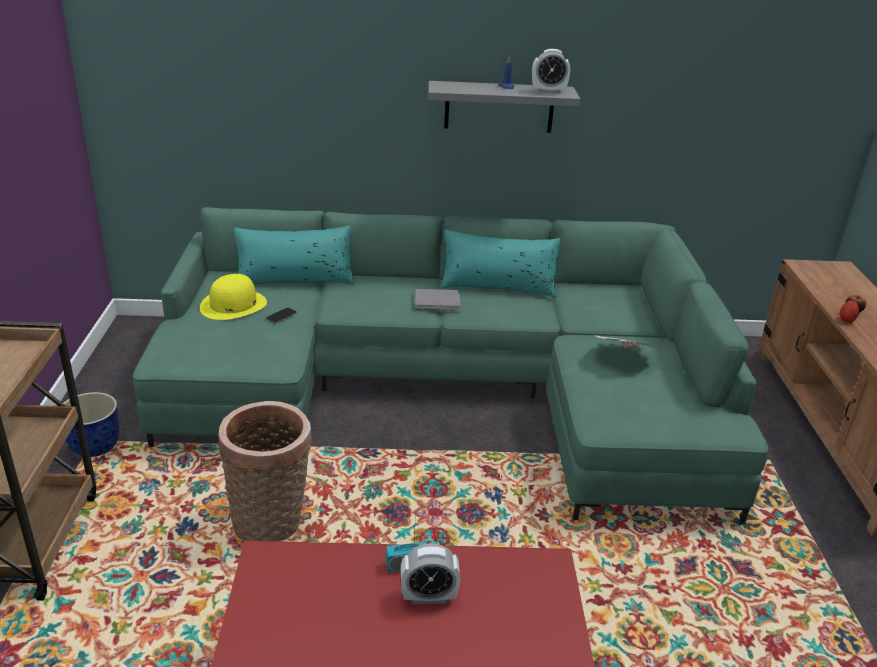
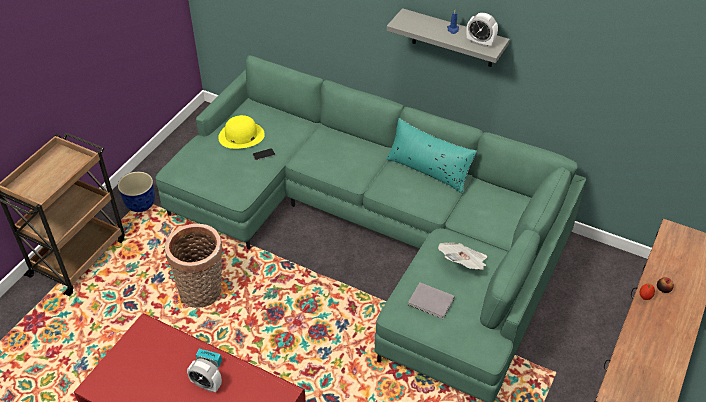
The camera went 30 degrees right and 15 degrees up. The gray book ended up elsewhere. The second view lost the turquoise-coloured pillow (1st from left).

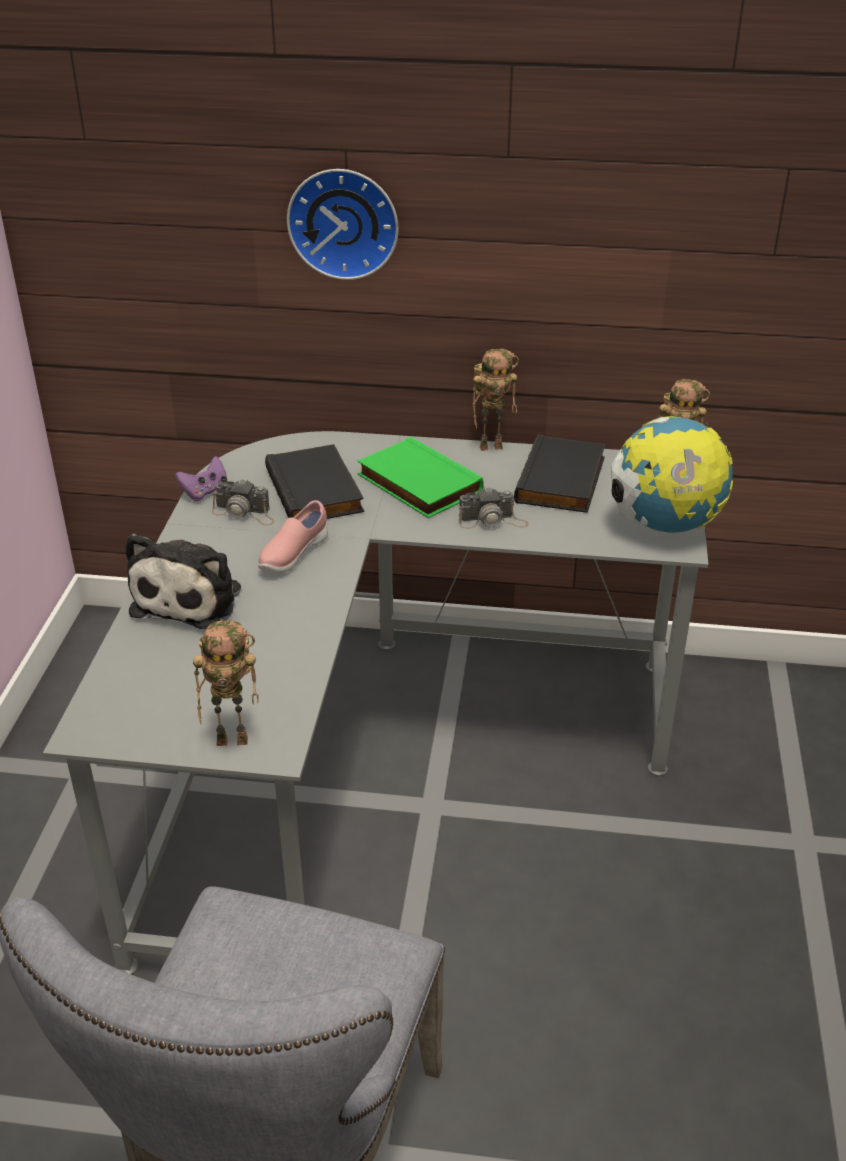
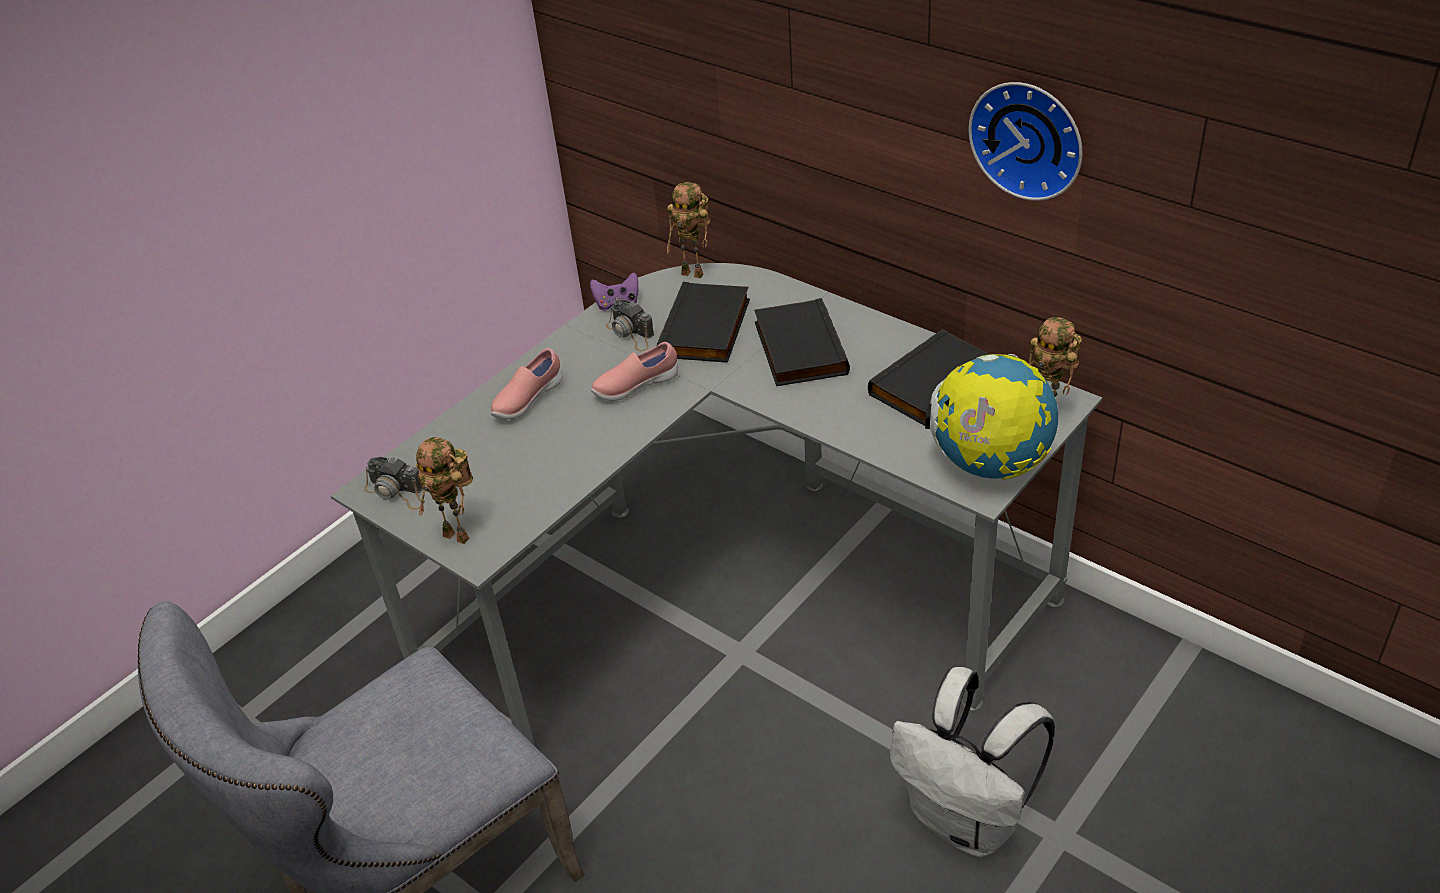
The camera went 35 degrees right and 5 degrees up. The photo camera (2nd from left in the first image) ended up elsewhere. Where the cuddly toy stood, the pink-coloured shoe (1st from left) came to stand. The model robot (2nd from left) ended up elsewhere. What was the green book turned into the blackish book (2nd from left). The second view gained the white backpack. The clock on the wall ended up elsewhere.

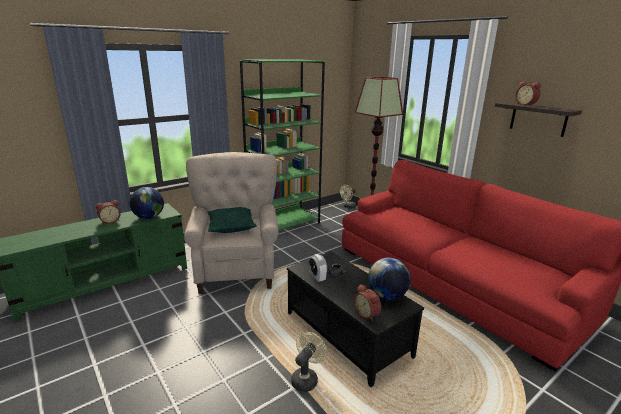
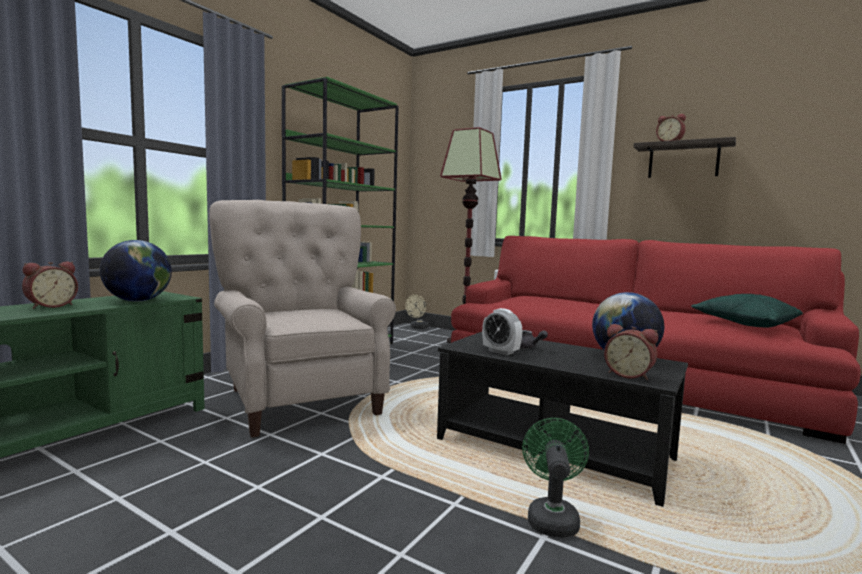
The camera went 20 degrees left and 15 degrees down. What was the beige-coloured fan (1st from left) turned into the green fan. The green pillow ended up elsewhere.

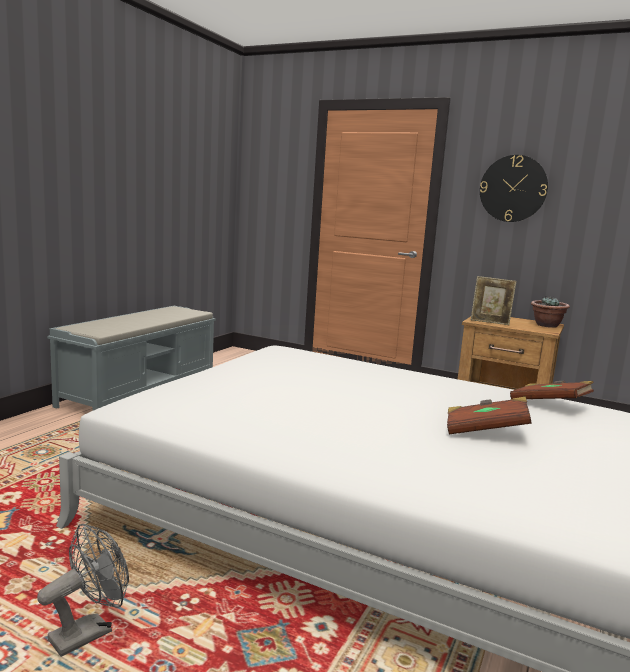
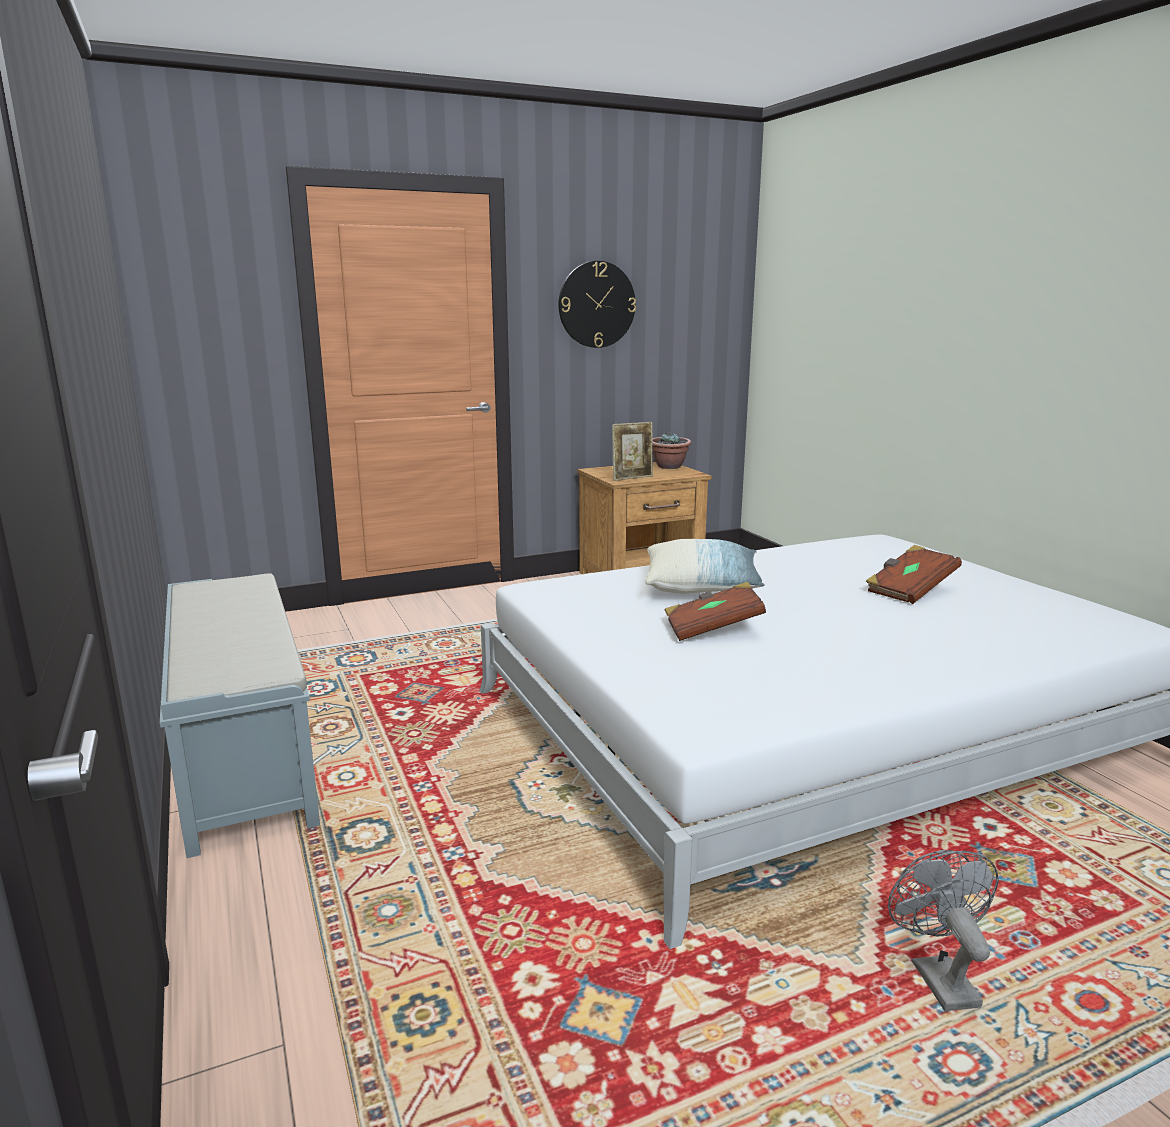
The camera went 50 degrees left and 5 degrees up. The second view gained the pillow. The brown book (2nd from left in the first image) ended up elsewhere.

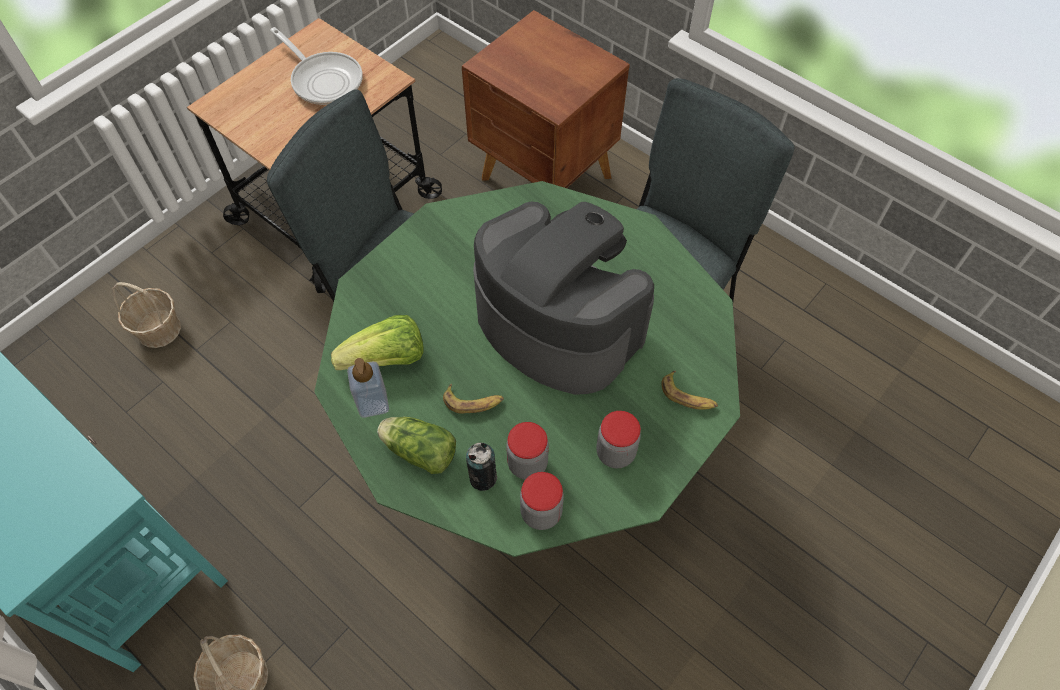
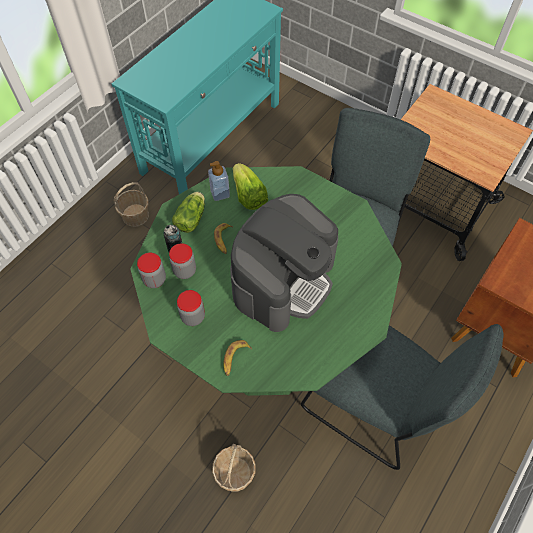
The camera went 85 degrees right and 0 degrees up. The basket (1st from left in the first image) ended up elsewhere. The second view lost the pan.

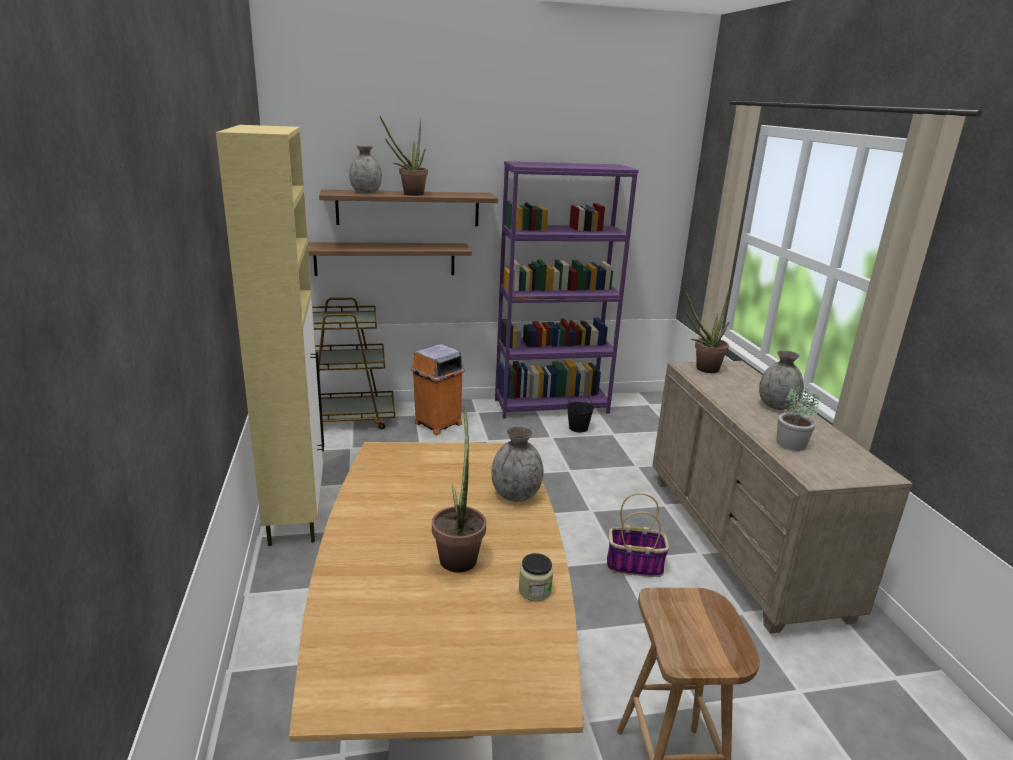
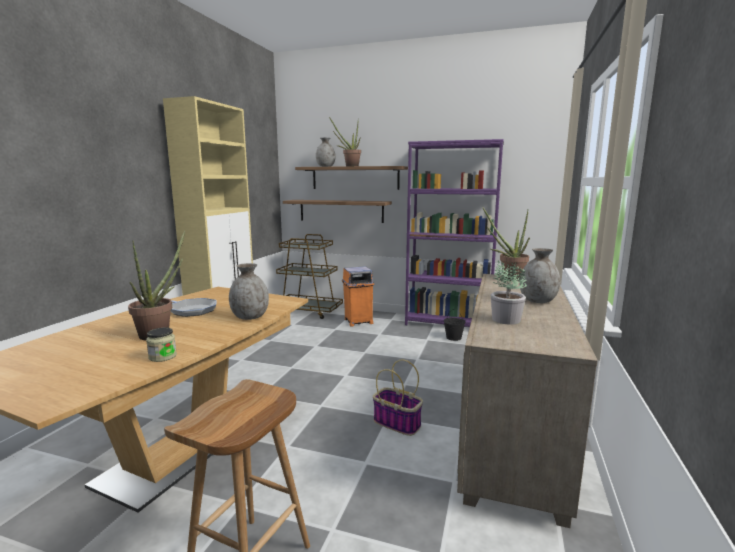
The camera went 30 degrees right and 10 degrees down. The second view gained the pan.

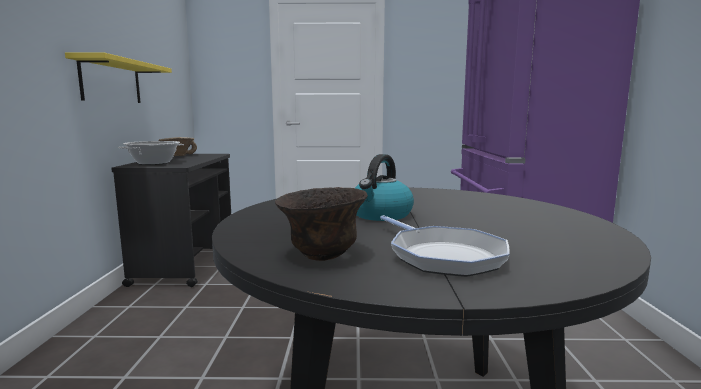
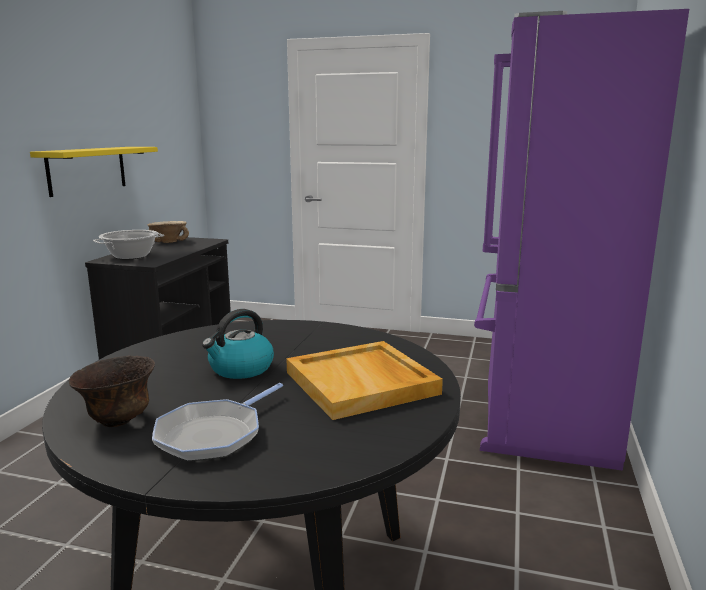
The camera went 15 degrees right and 5 degrees up. The pan ended up facing another way, 45 degrees clockwise from before. The second view gained the beige-coloured carrying tray.

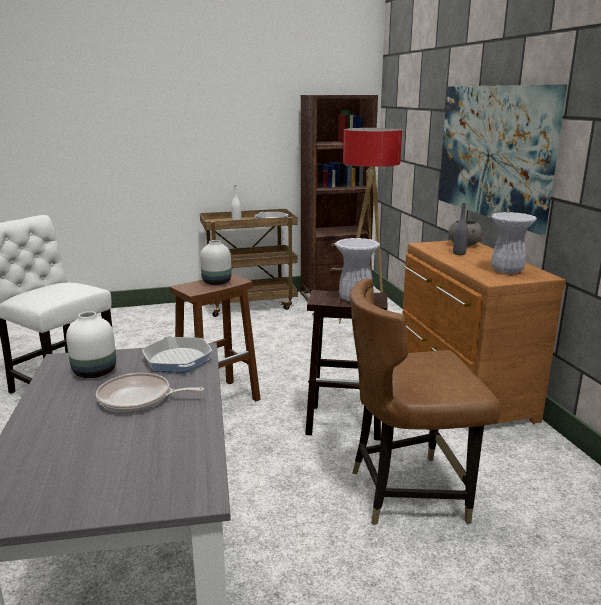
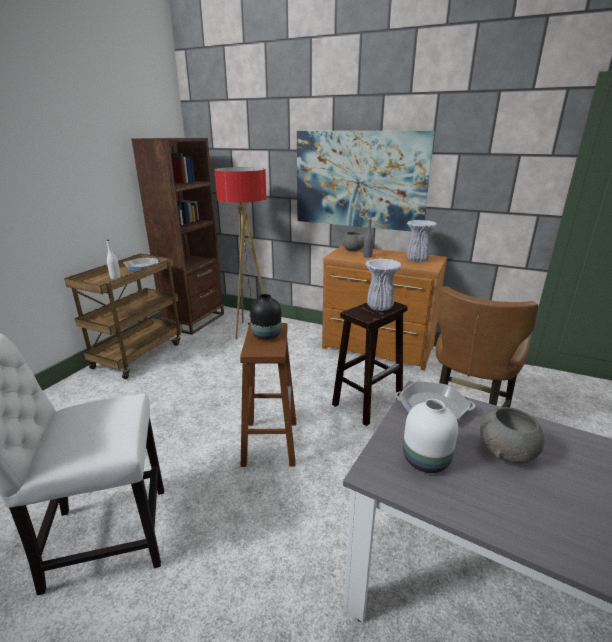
The camera went 50 degrees left and 5 degrees up. What was the white decorative vase (2nd from left) turned into the blackish decorative vase. Where the pan (1st from left) stood, the gray deep dish (2nd from left) came to stand.

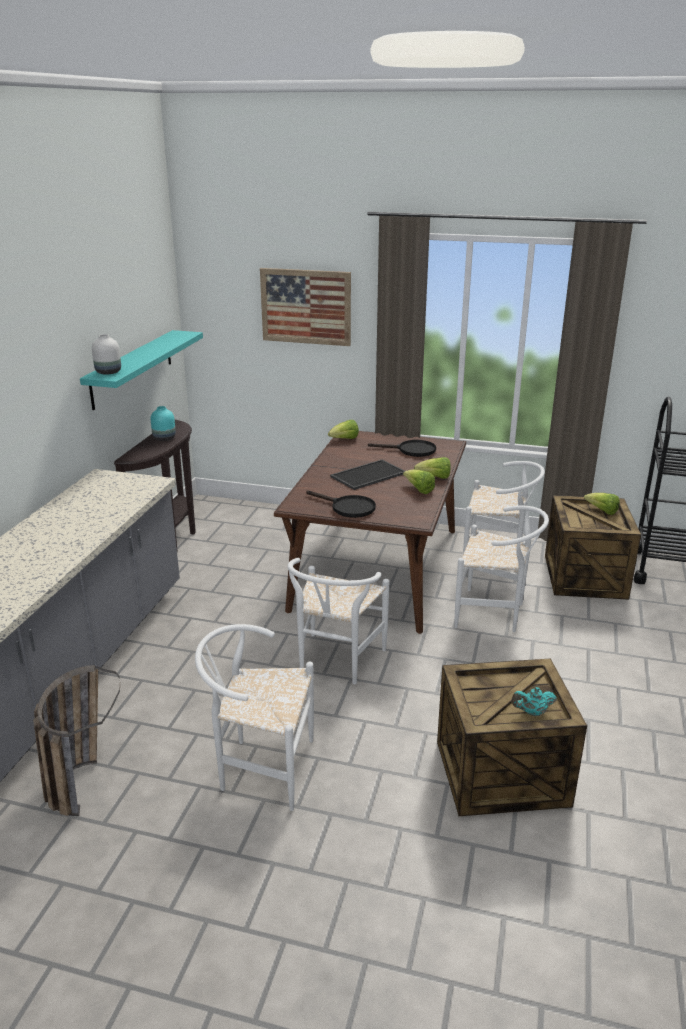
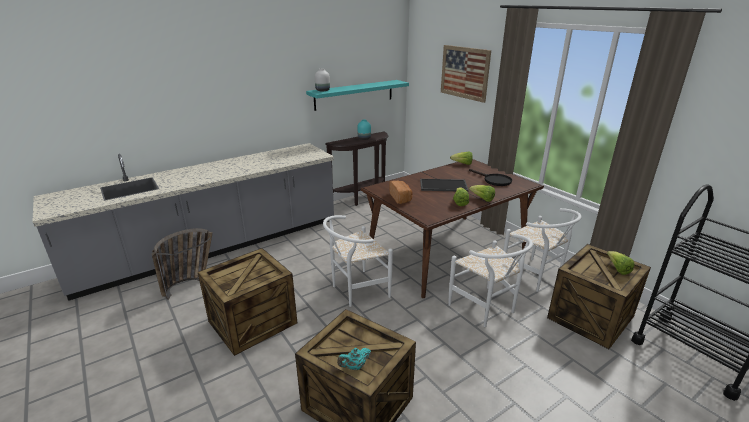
The camera went 40 degrees right and 0 degrees up. Where the white upright chair (1st from left) stood, the shipping crate (1st from left) came to stand. The turquoise-coloured teapot ended up facing another way, 60 degrees counterclockwise from before. Where the blackish pan (1st from left) stood, the bakery bread came to stand.

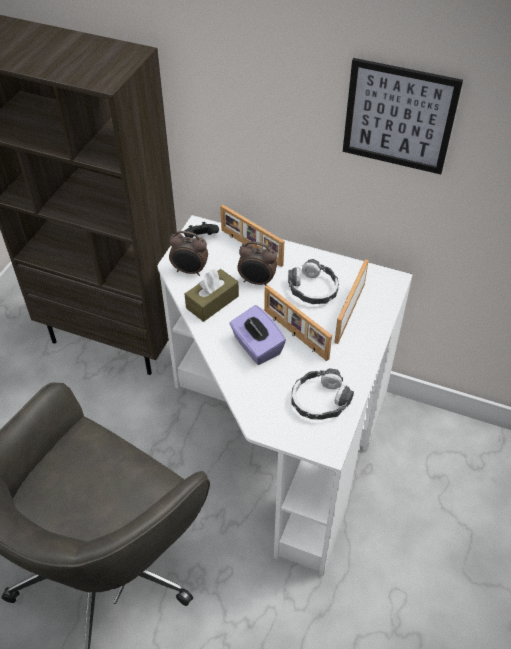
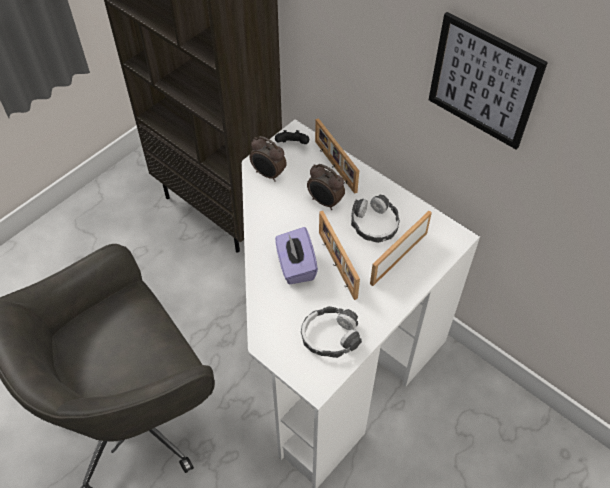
The camera went 20 degrees right and 5 degrees up. The second view lost the brown box of tissues.

